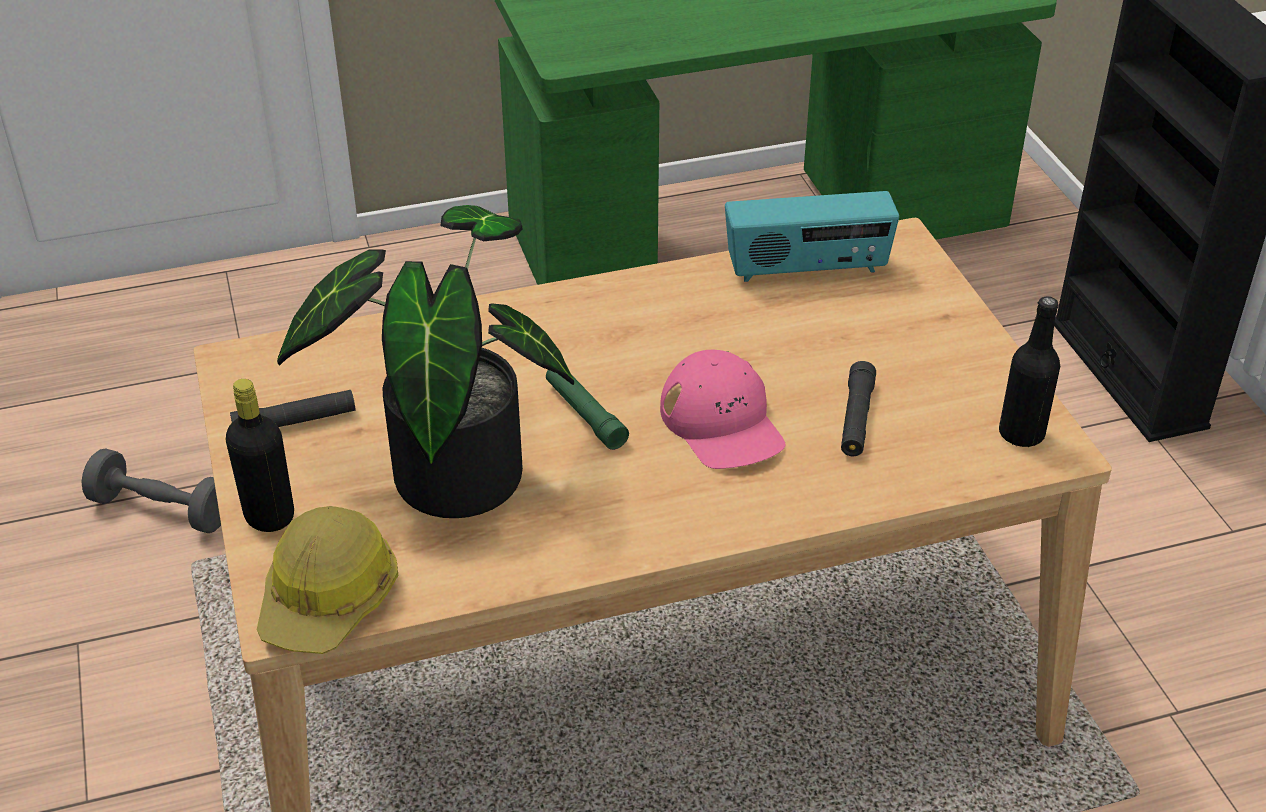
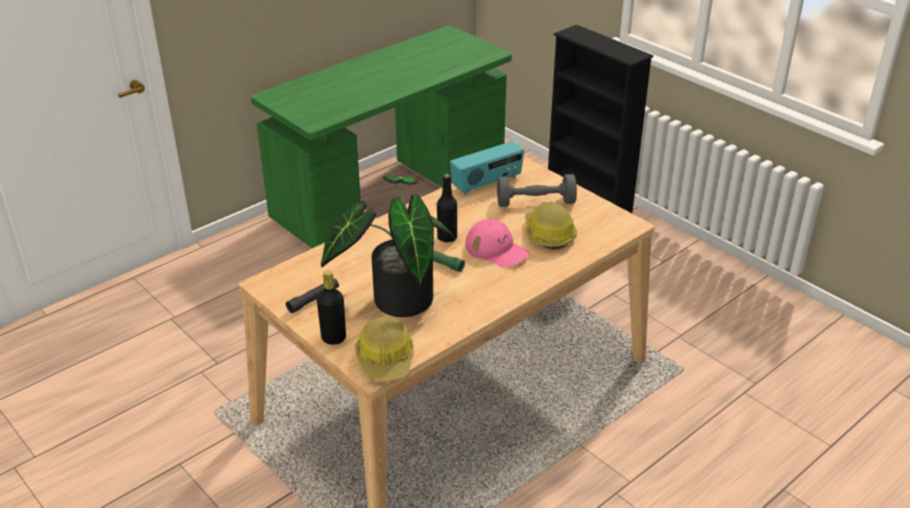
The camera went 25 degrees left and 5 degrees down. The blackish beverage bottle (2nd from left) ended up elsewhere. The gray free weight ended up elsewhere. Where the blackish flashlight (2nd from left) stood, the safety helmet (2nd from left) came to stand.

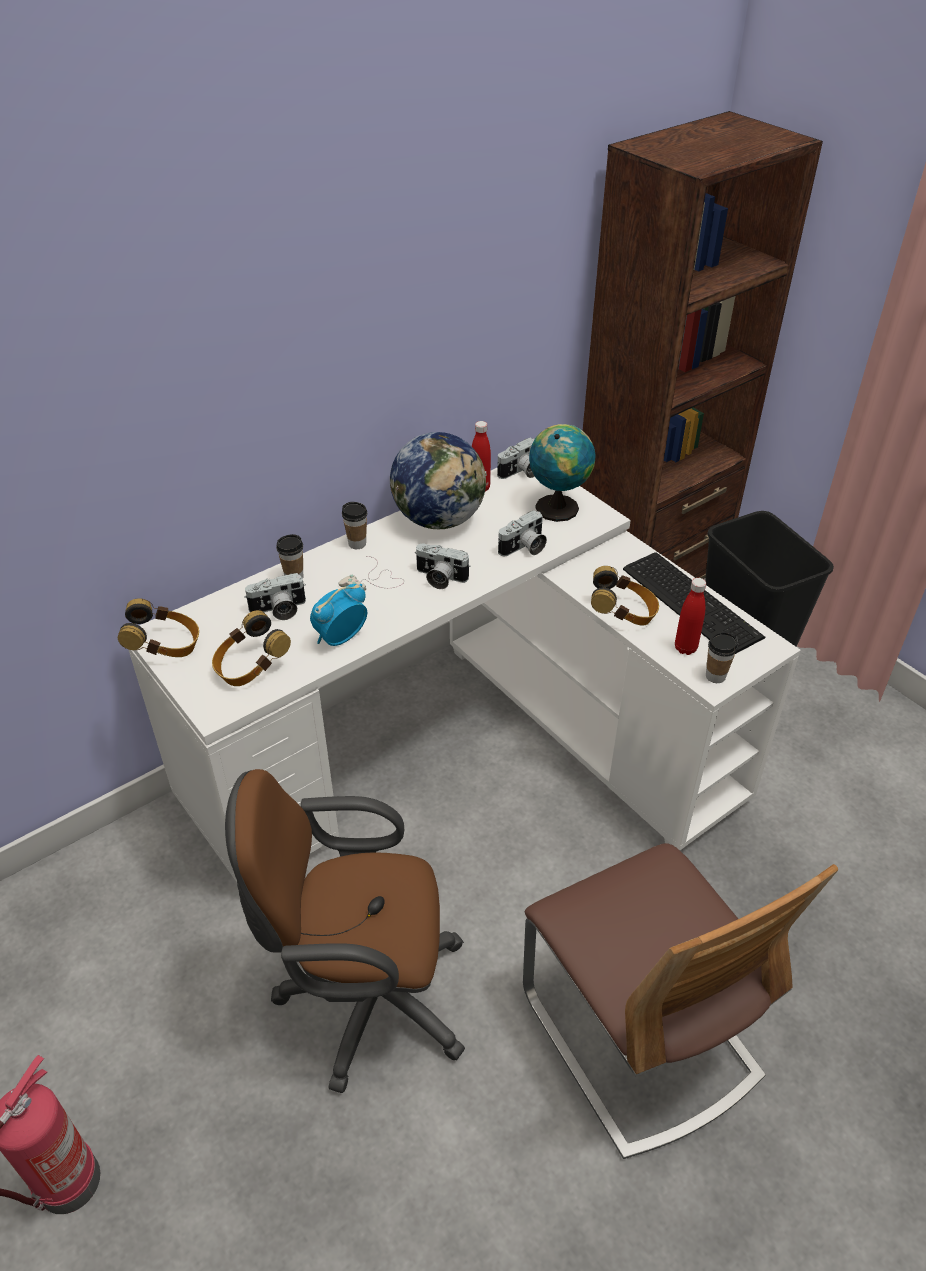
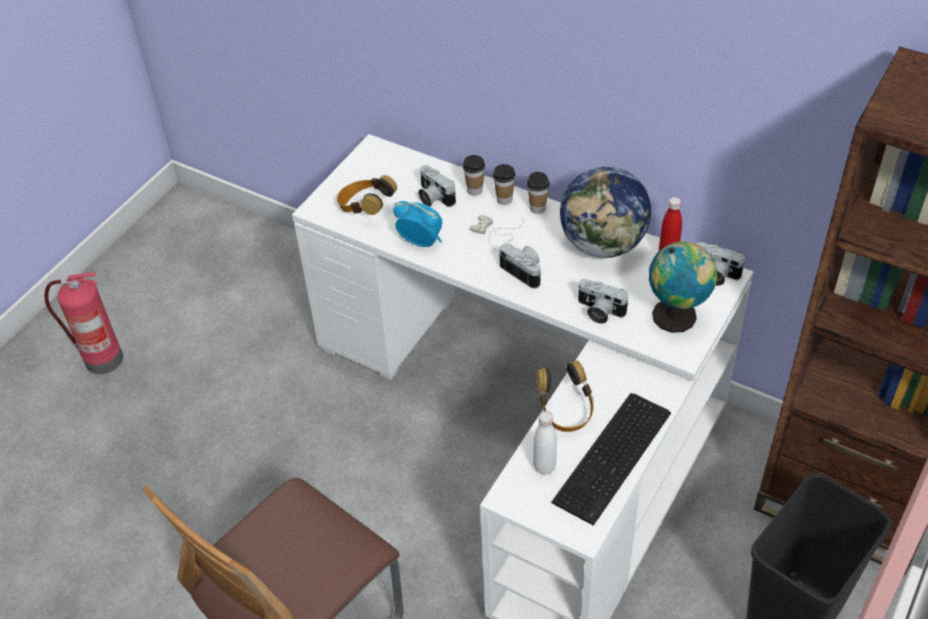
The camera went 70 degrees right and 5 degrees up. The drinking cup (3rd from left in the first image) ended up elsewhere. The photo camera (2nd from left) ended up facing another way, 135 degrees clockwise from before. What was the red beverage bottle (2nd from left) turned into the white beverage bottle. The second view lost the headphones (1st from left). The second view lost the brown desk chair.

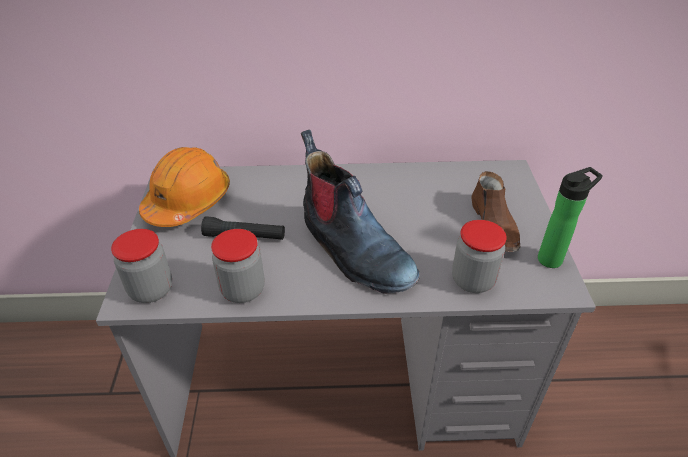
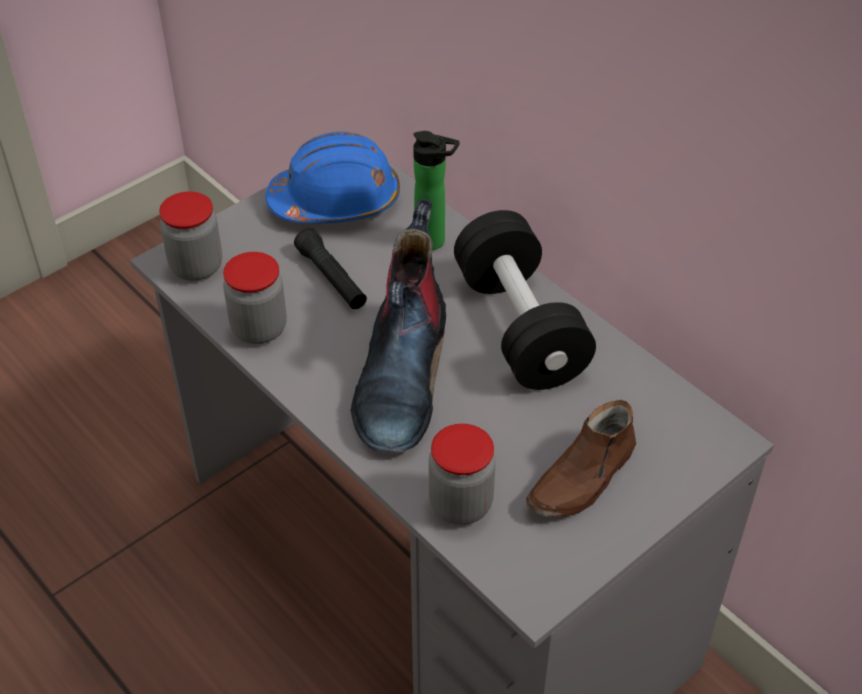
The camera went 50 degrees right and 5 degrees up. What was the orange safety helmet turned into the bluish safety helmet. The beverage bottle ended up elsewhere. The second view gained the blackish free weight.

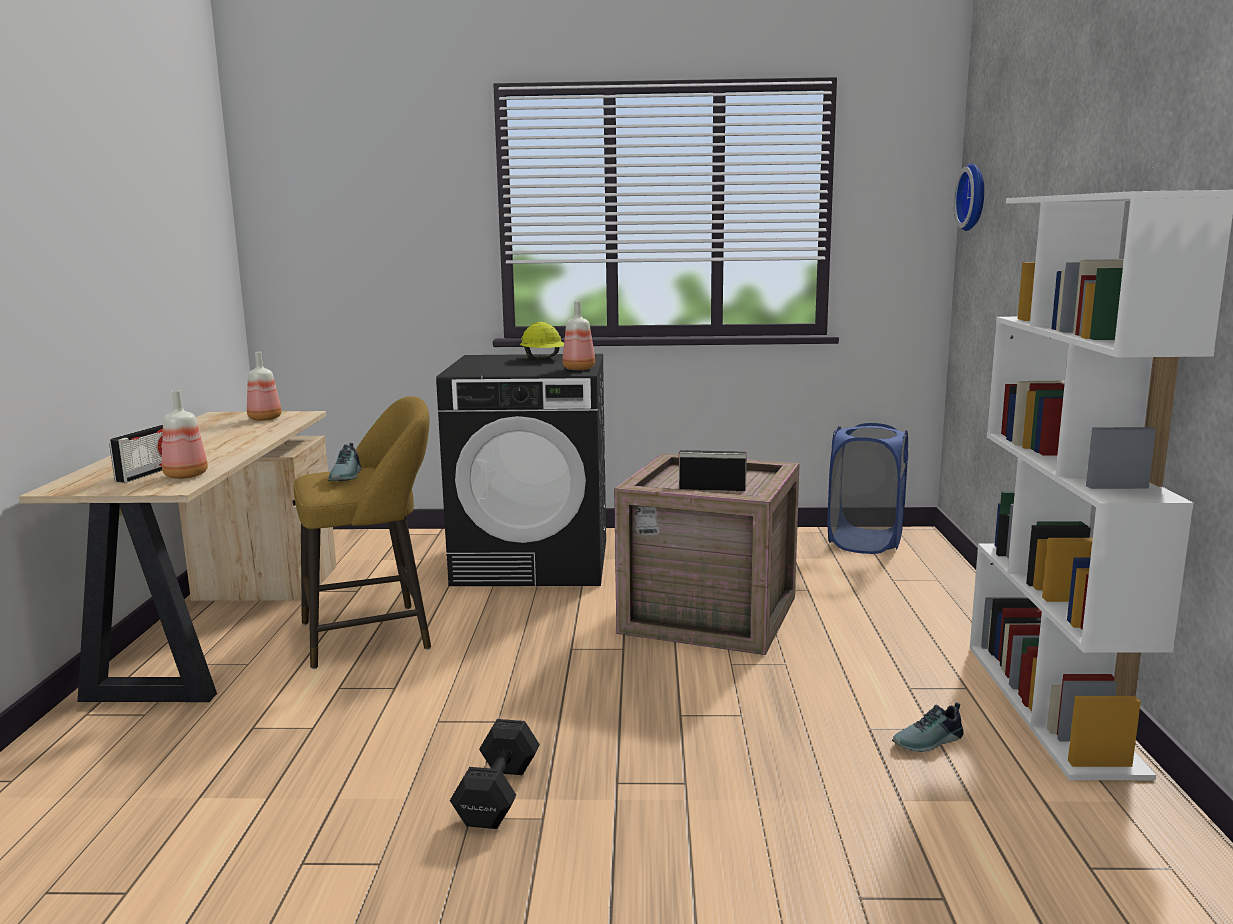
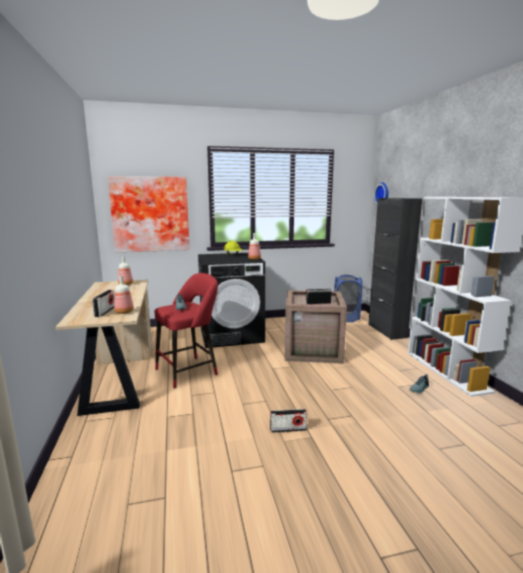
The camera went 15 degrees left and 0 degrees up. The second view gained the wall picture. What was the yellowish stool seat turned into the red stool seat. Where the blackish free weight stood, the radio receiver (2nd from left) came to stand. The second view gained the blackish cabinet.

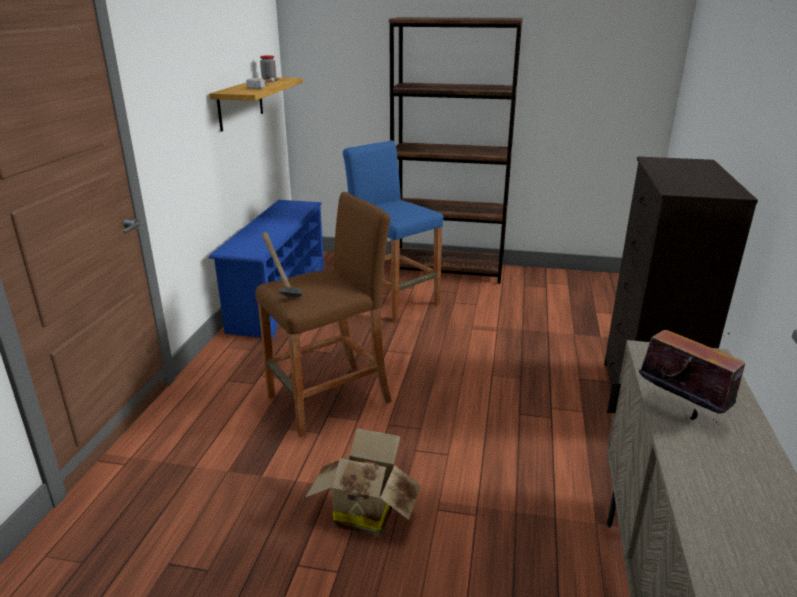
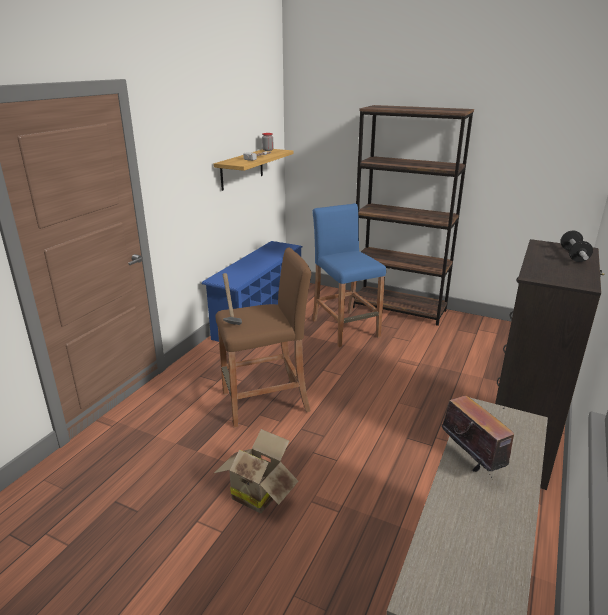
The camera went 15 degrees right and 0 degrees up. The second view gained the free weight.

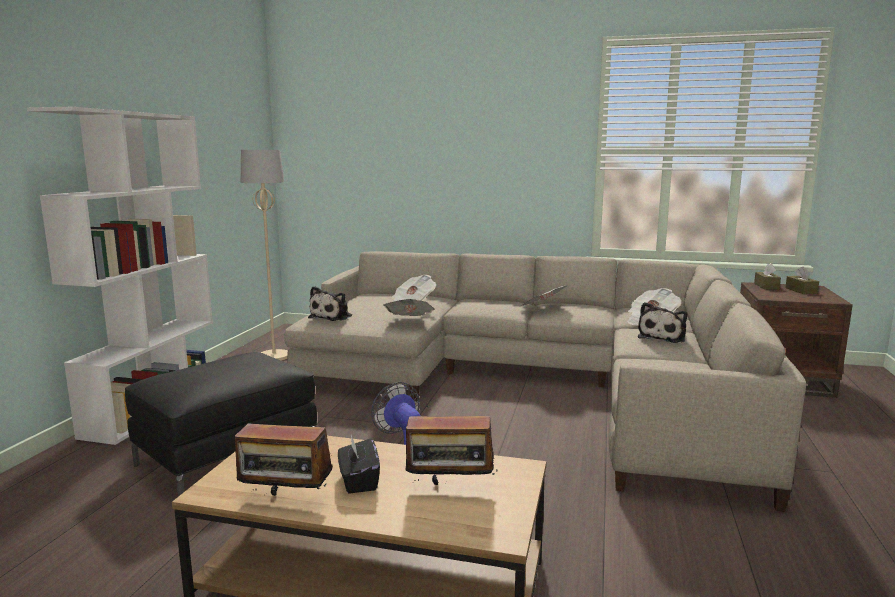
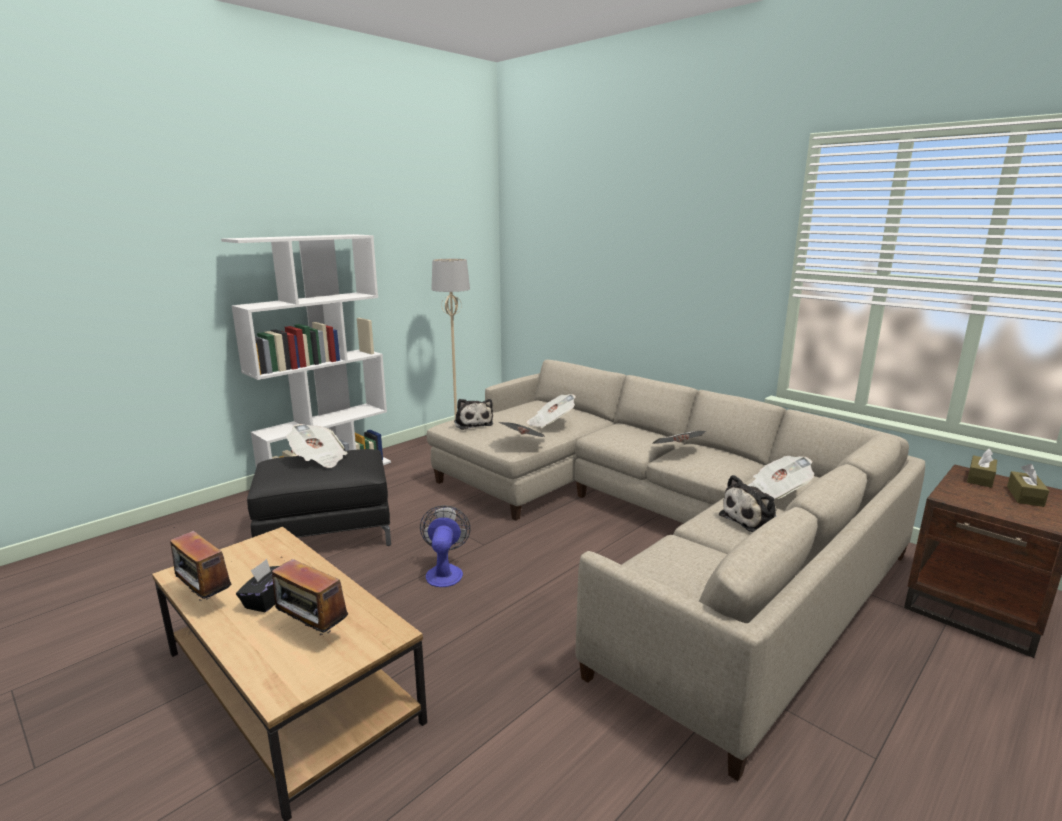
The camera went 30 degrees right and 5 degrees up. The second view gained the printed paper (1st from left). The cuddly toy (1st from left) ended up facing another way, 75 degrees counterclockwise from before.

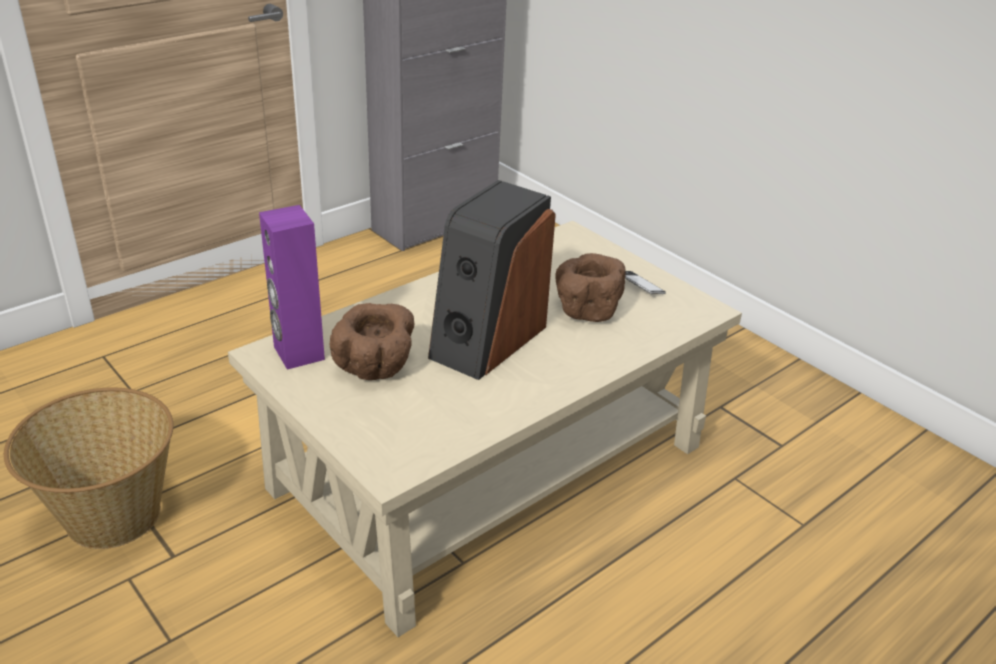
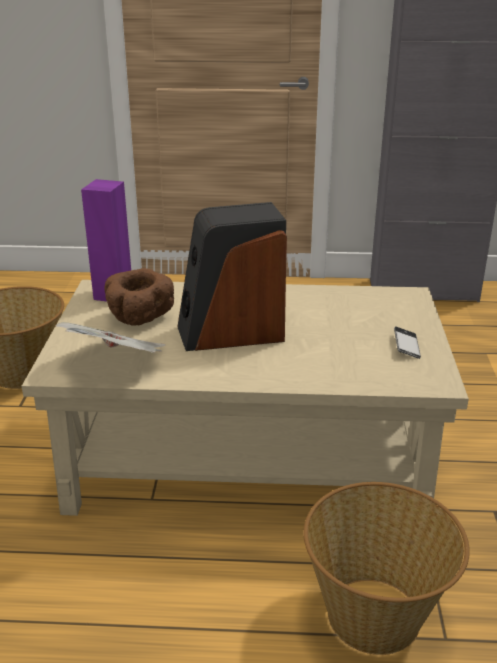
The camera went 45 degrees right and 5 degrees down. The second view gained the printed paper. The second view gained the basket (2nd from left). The second view lost the brown deep dish (2nd from left).

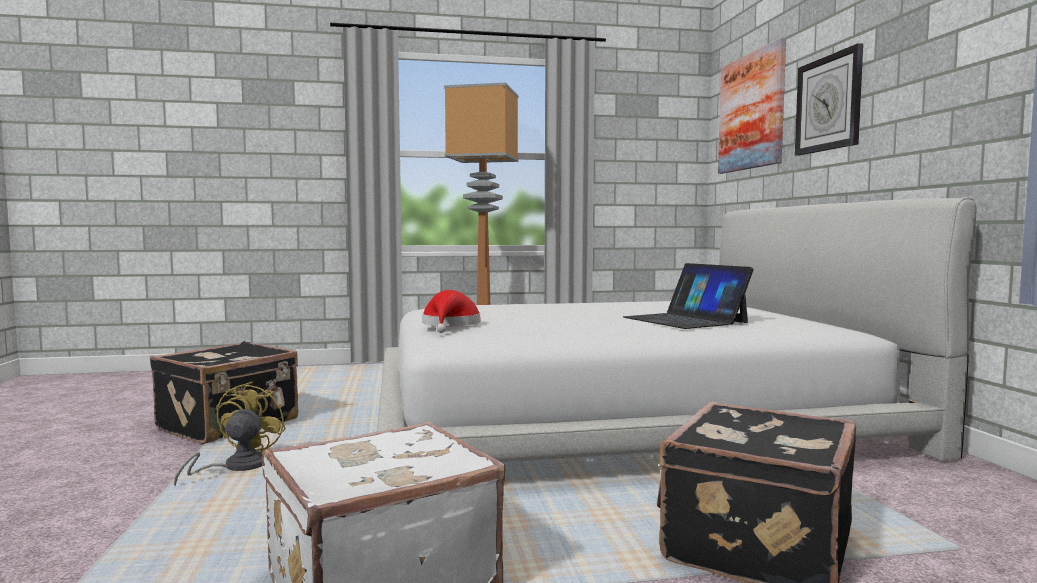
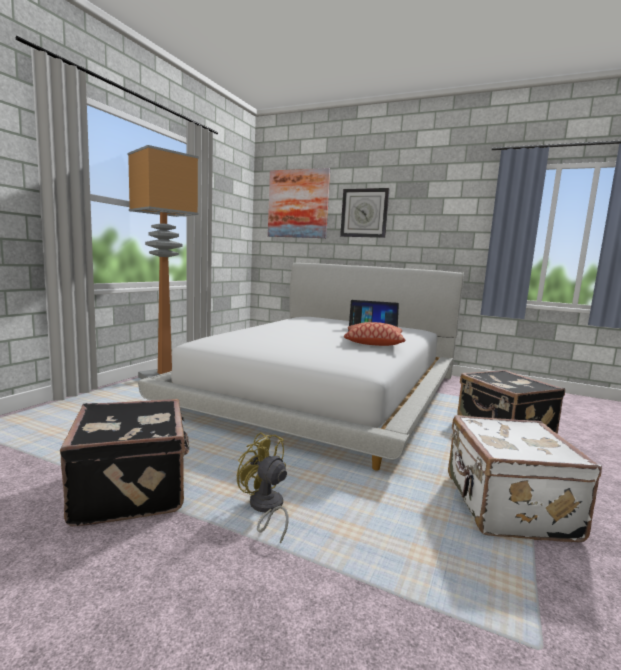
The camera went 55 degrees left and 5 degrees up. The second view gained the pillow. The second view lost the red wearable hat.

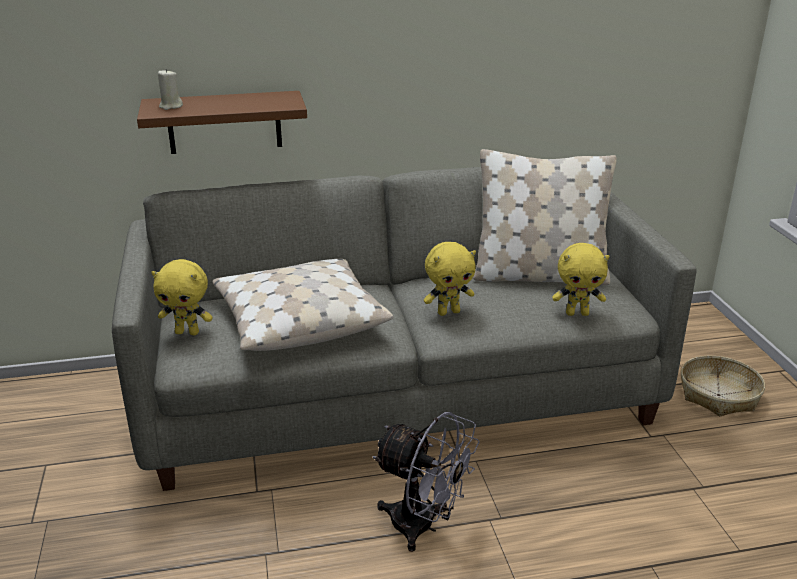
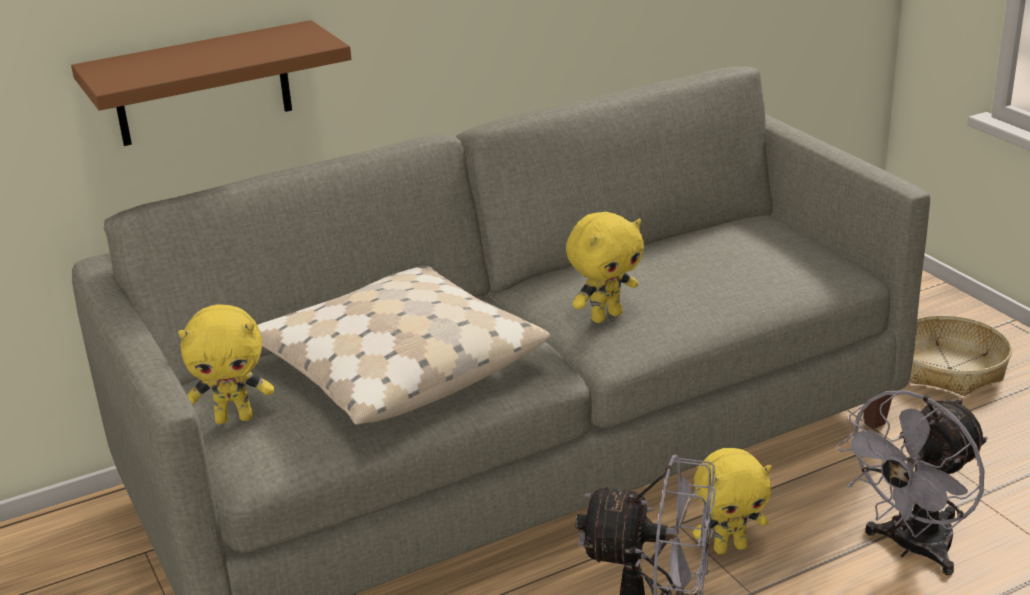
The camera went 15 degrees left and 0 degrees up. The yellowish cuddly toy (3rd from left) ended up elsewhere. The second view gained the gray fan (2nd from left). The second view lost the beige-coloured candle. The second view lost the beige-coloured pillow (2nd from left).

